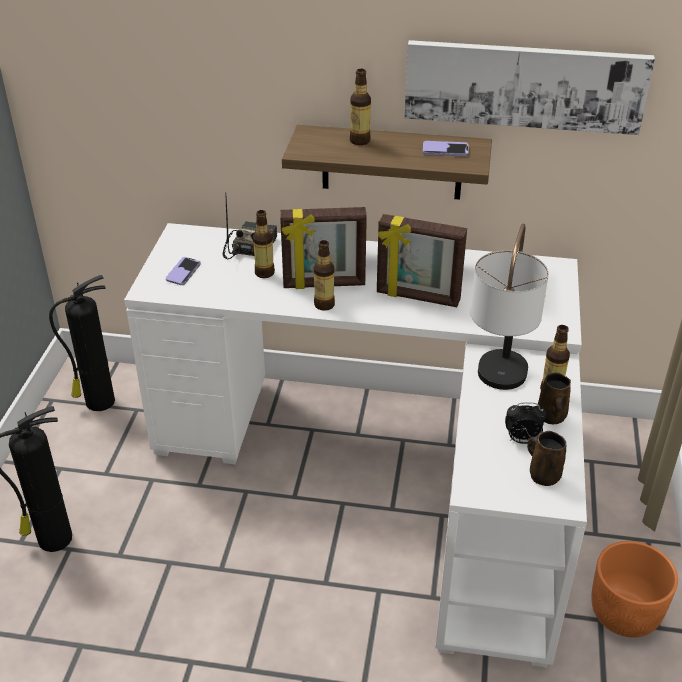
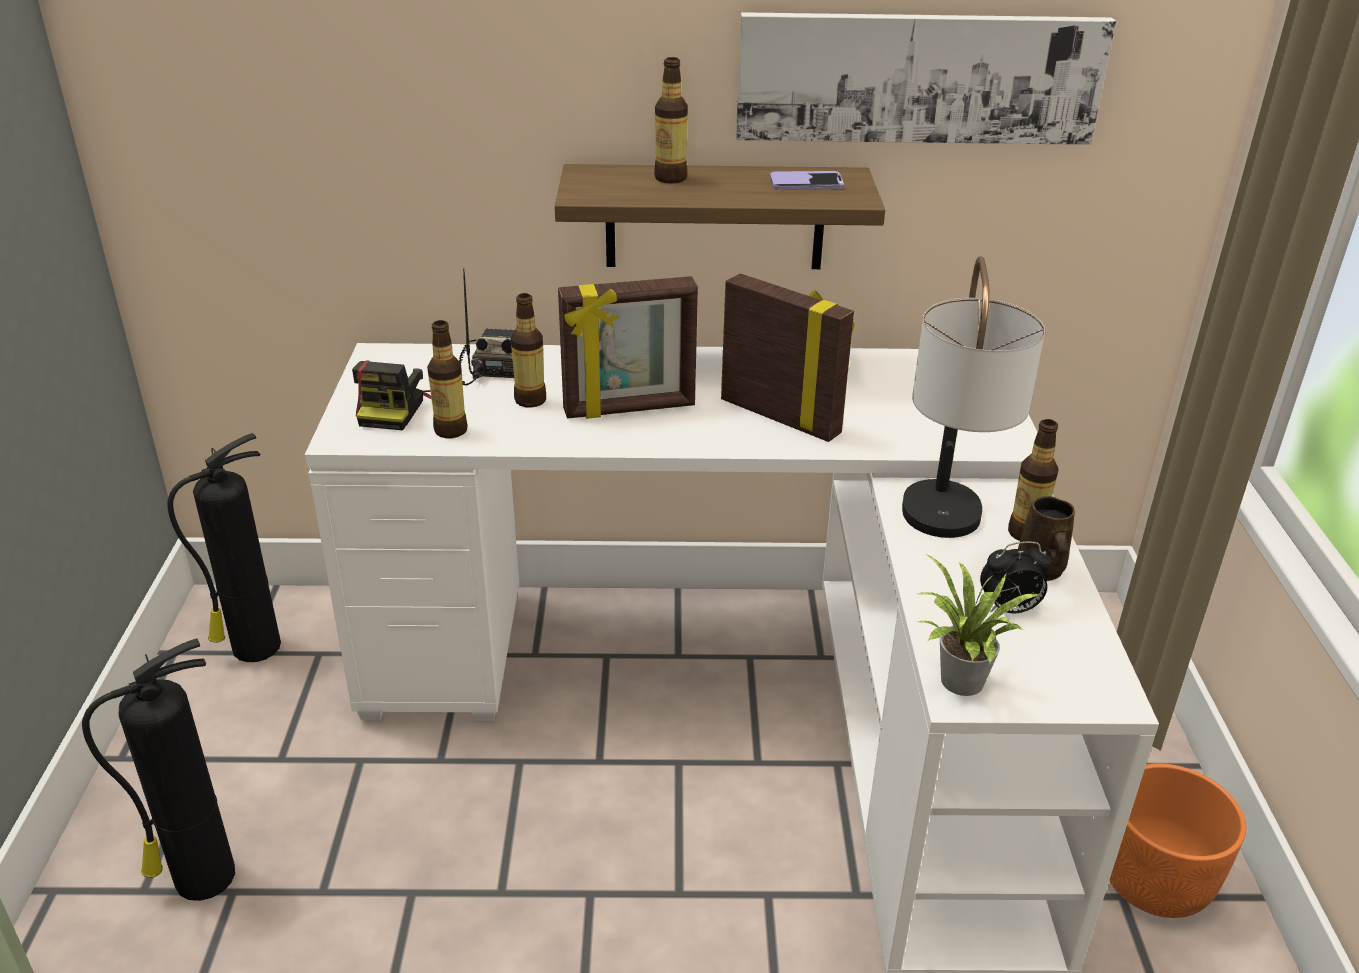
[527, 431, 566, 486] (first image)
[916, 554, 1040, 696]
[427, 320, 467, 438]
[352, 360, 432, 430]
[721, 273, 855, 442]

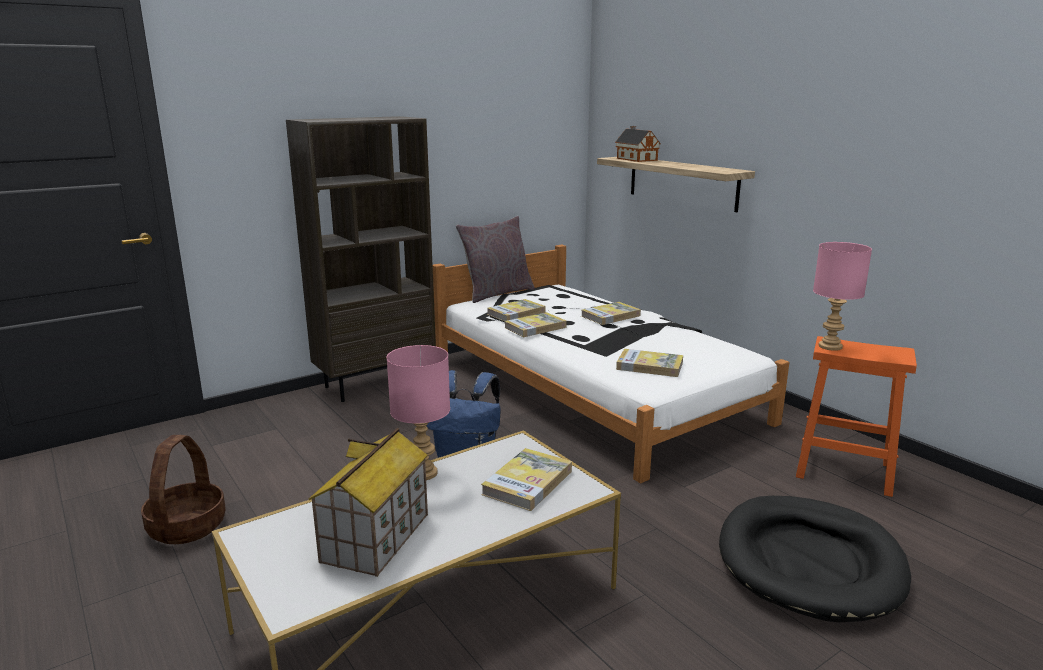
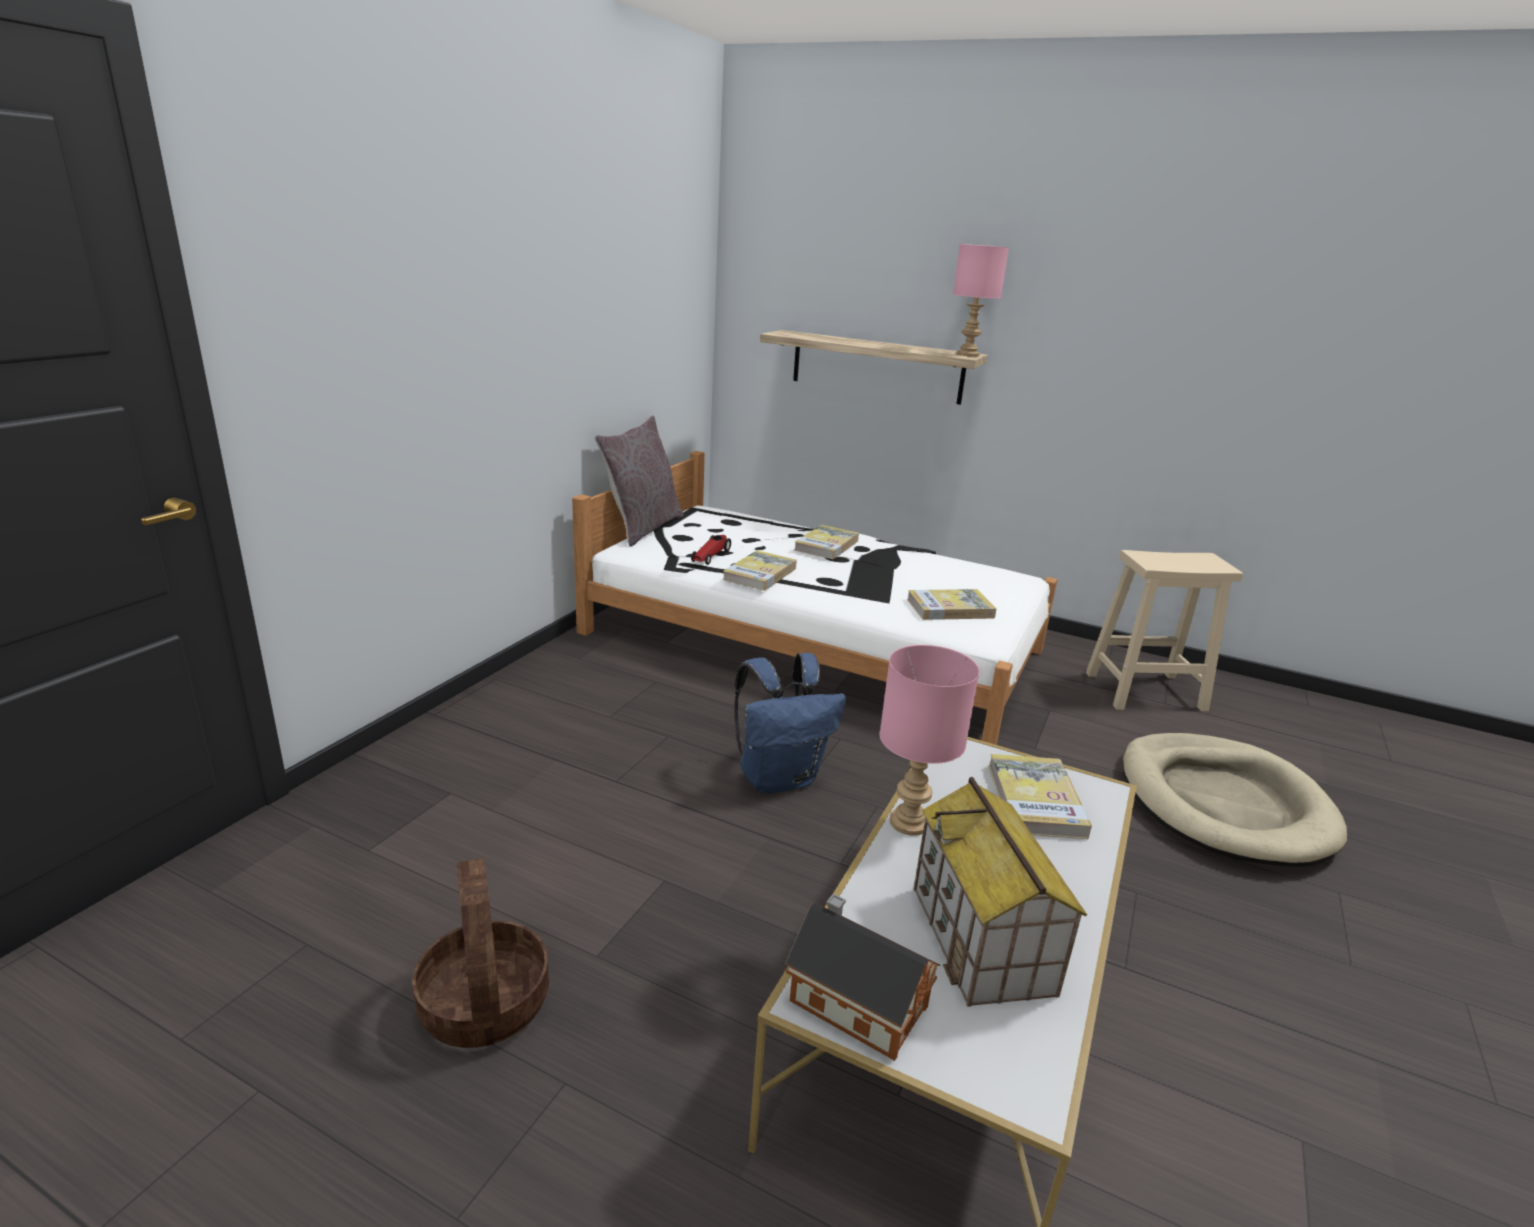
[286, 116, 436, 402] (first image)
[785, 894, 940, 1061]
[953, 244, 1009, 357]
[691, 535, 731, 565]
[1122, 733, 1347, 867]
[1086, 550, 1243, 711]

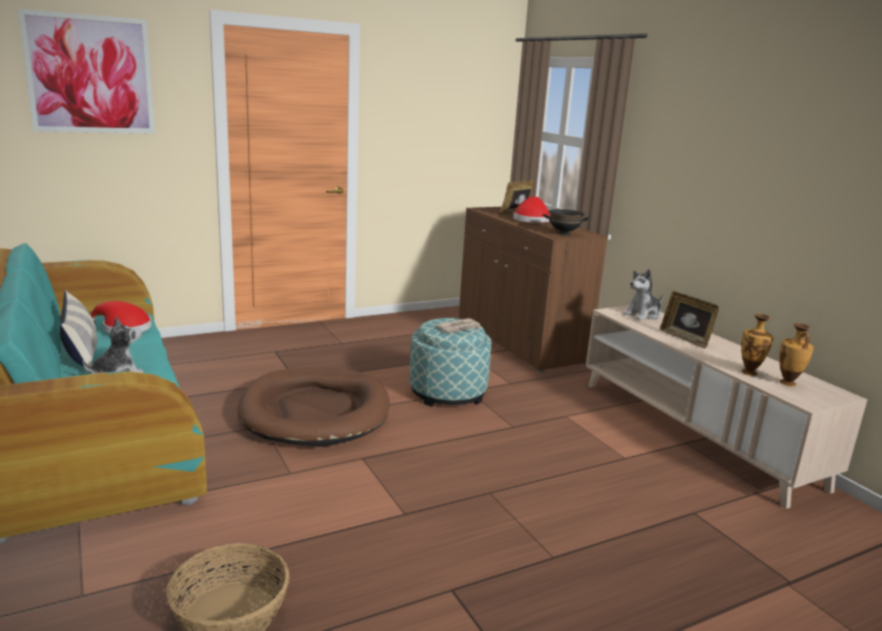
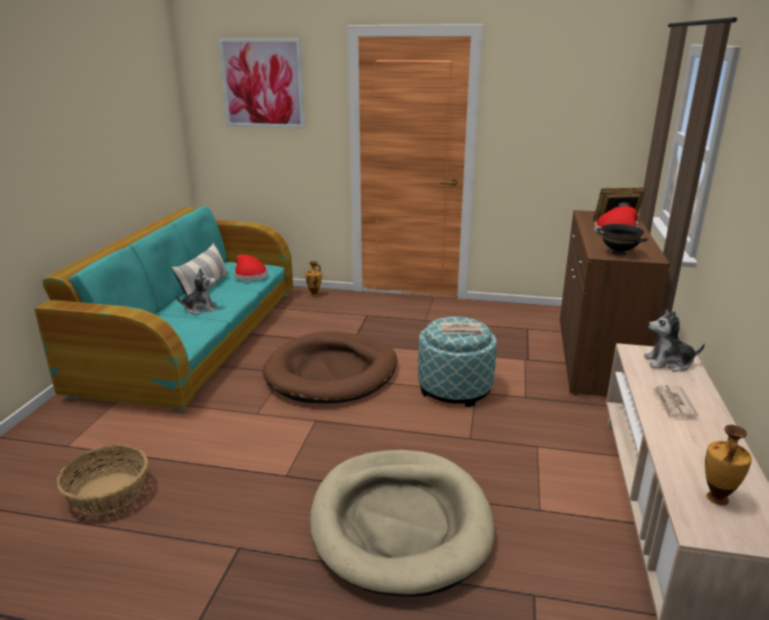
[310, 450, 495, 597]
[306, 261, 322, 297]
[652, 385, 698, 419]

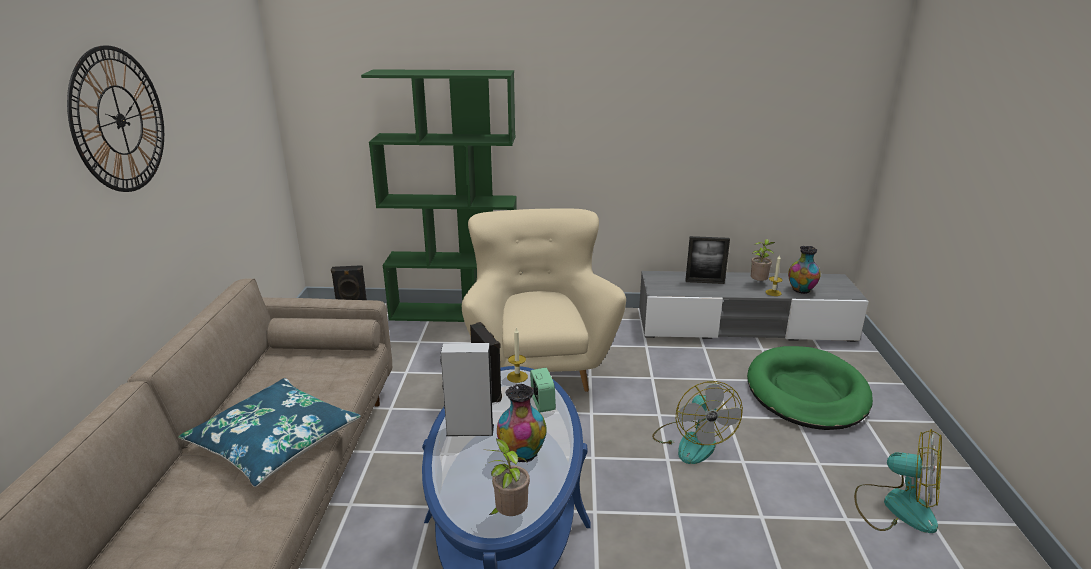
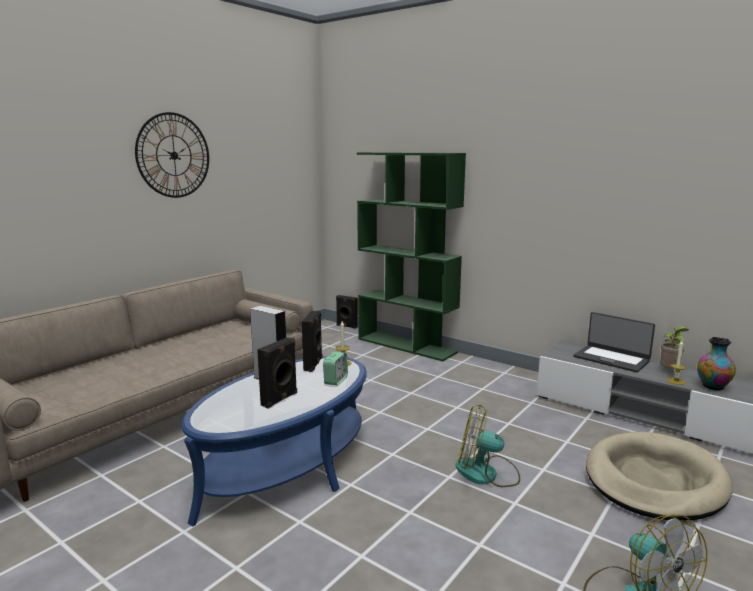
[178, 378, 361, 487] (first image)
[462, 209, 626, 392] (first image)
[482, 439, 530, 516] (first image)
[257, 337, 297, 409]
[574, 312, 655, 372]
[586, 432, 733, 521]
[456, 405, 520, 487]

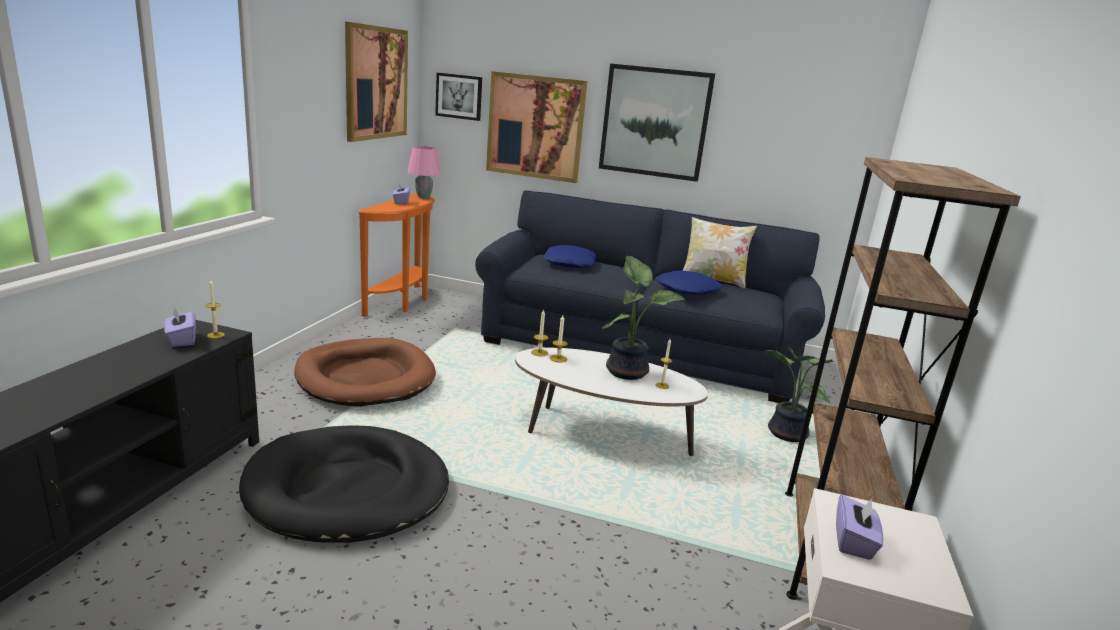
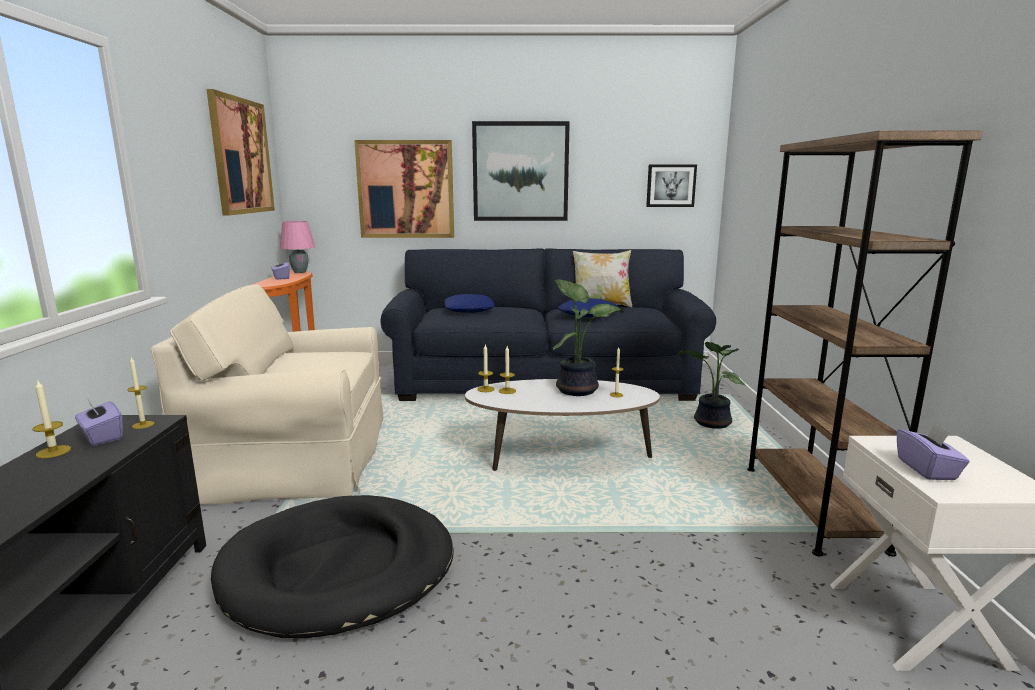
[32, 379, 71, 458]
[646, 165, 697, 207]
[151, 284, 383, 505]

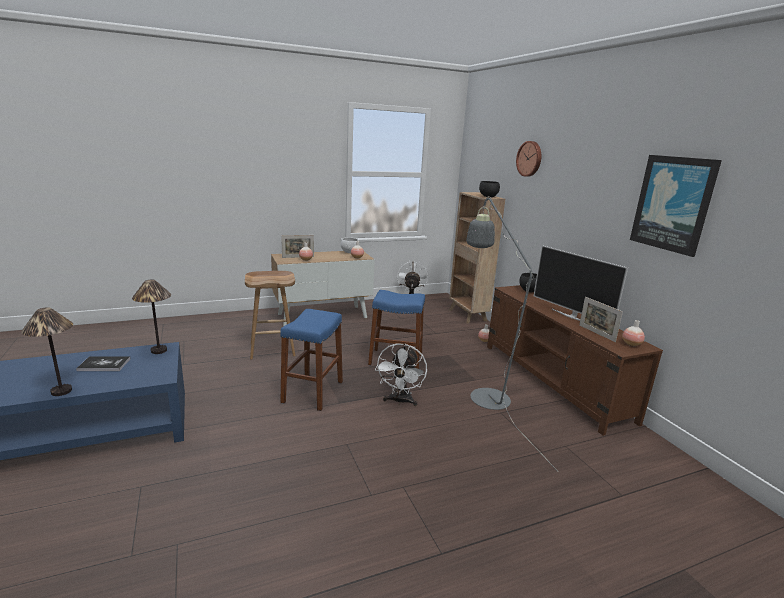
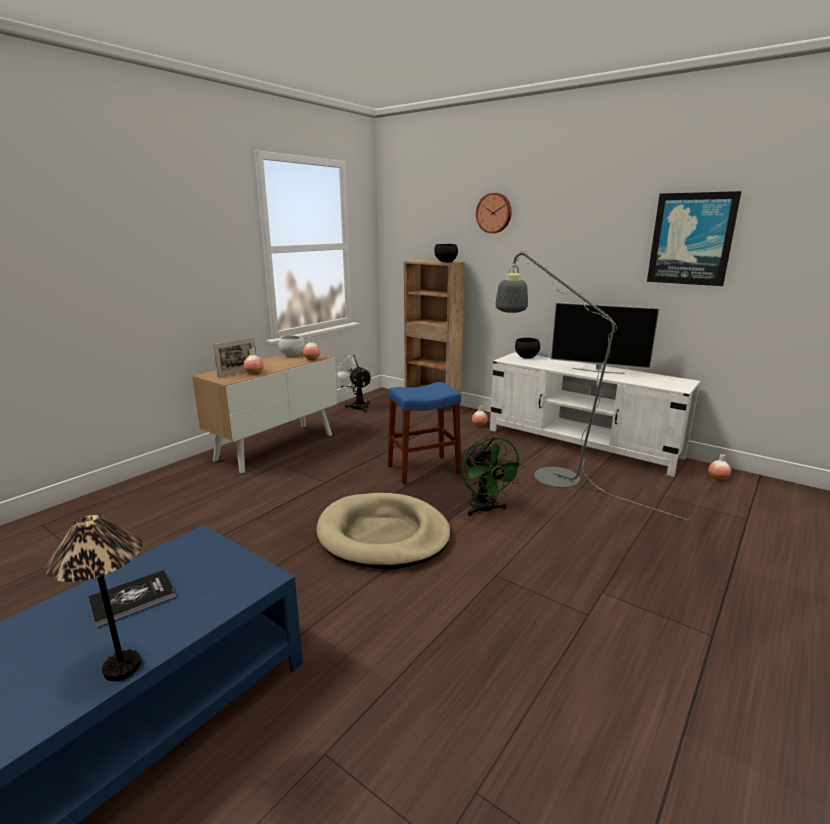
[132, 279, 171, 354] (first image)
[245, 271, 295, 359] (first image)
[579, 297, 623, 342] (first image)
[708, 454, 731, 480]
[316, 493, 451, 569]
[462, 437, 525, 516]
[490, 352, 700, 477]

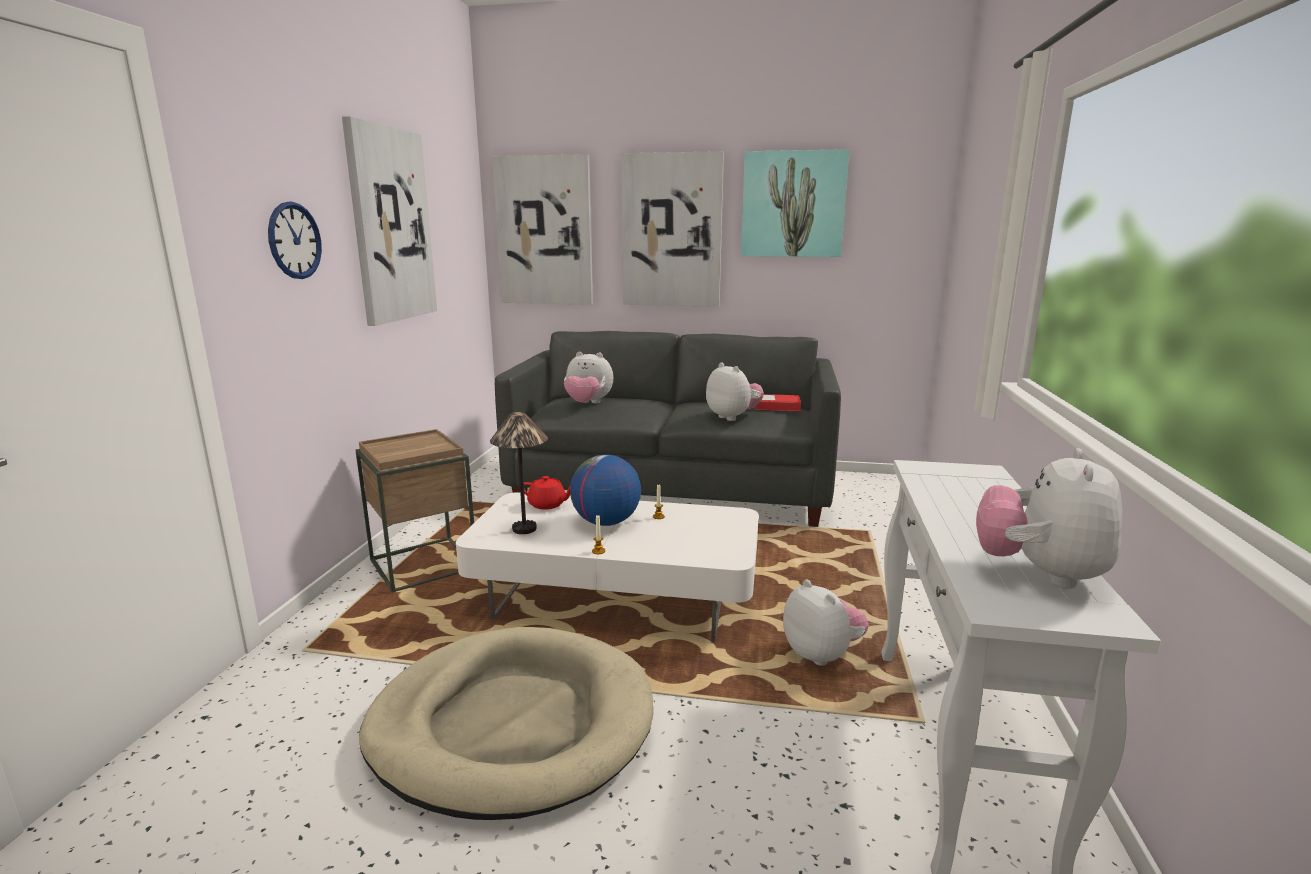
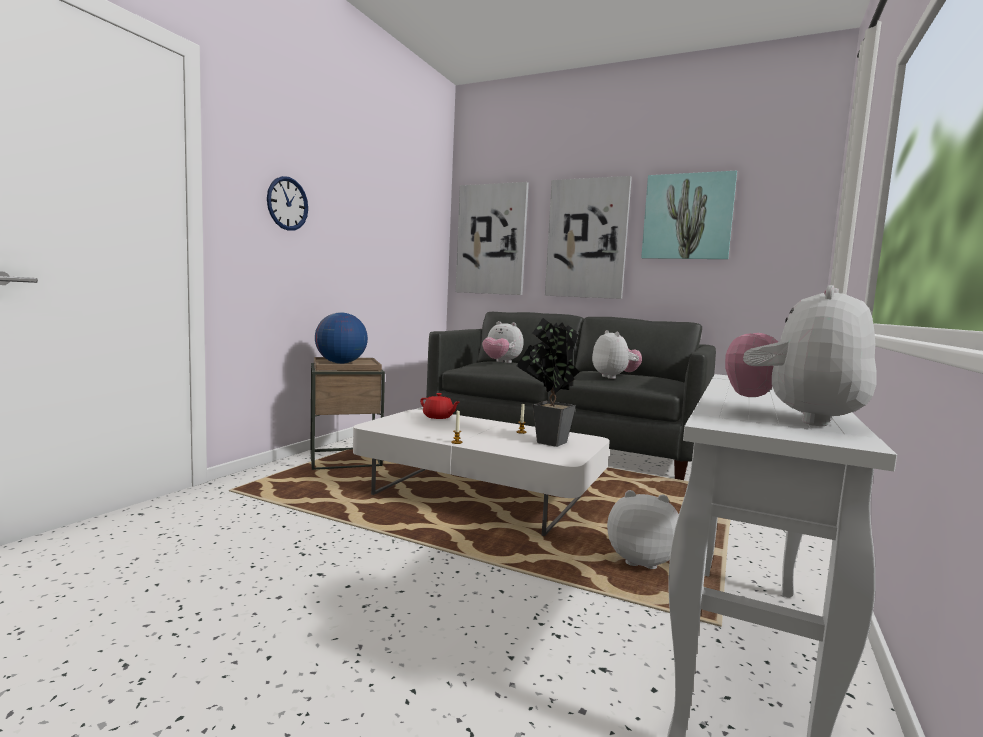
[342, 116, 437, 326] (first image)
[359, 627, 653, 820] (first image)
[490, 412, 548, 534] (first image)
[755, 394, 801, 412] (first image)
[516, 318, 580, 447]
[315, 312, 368, 364]
[607, 490, 679, 569]

